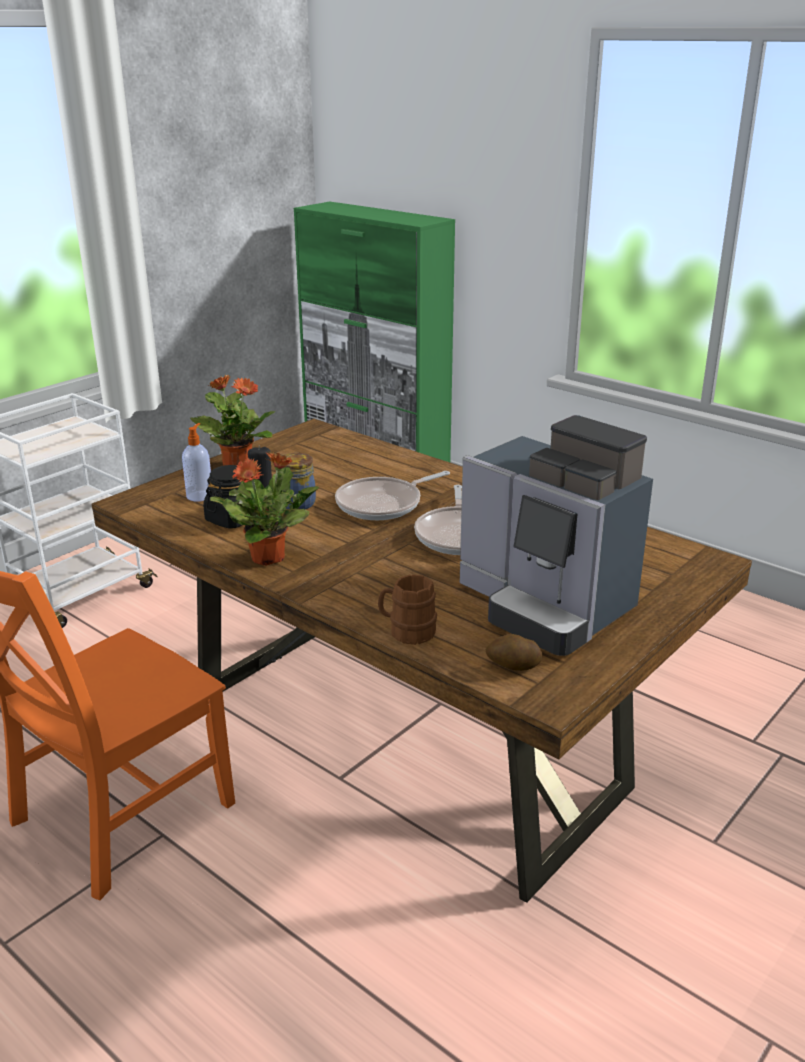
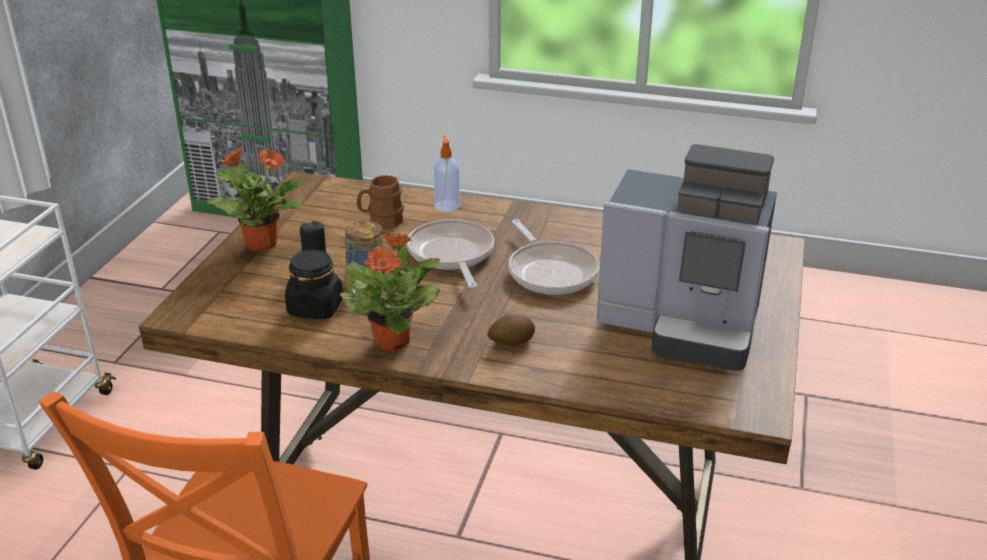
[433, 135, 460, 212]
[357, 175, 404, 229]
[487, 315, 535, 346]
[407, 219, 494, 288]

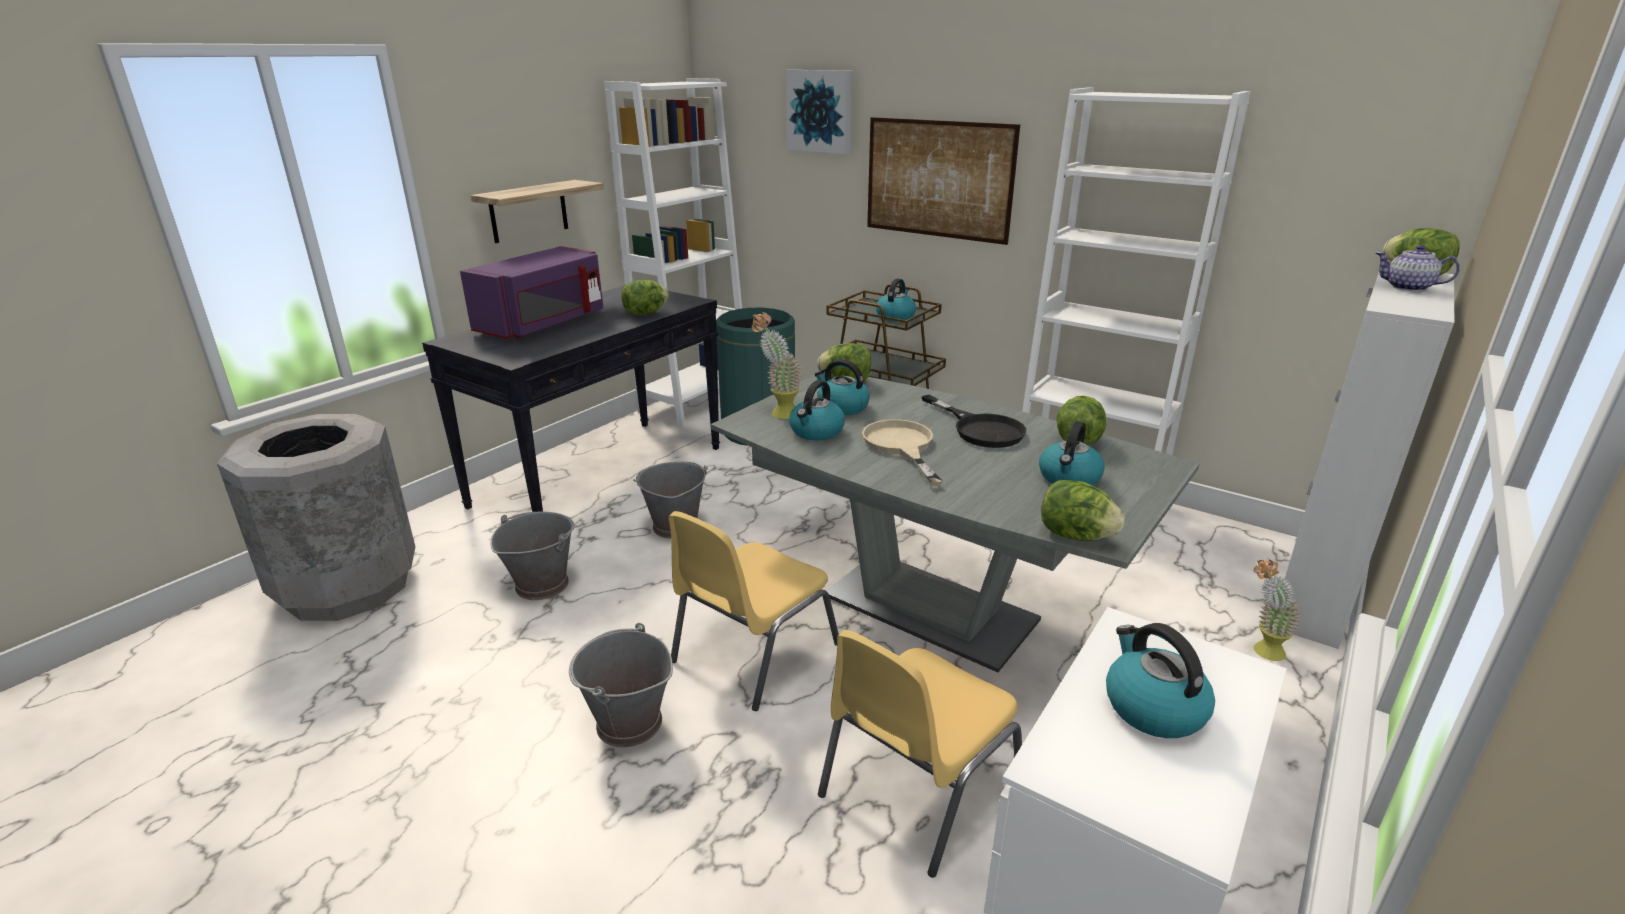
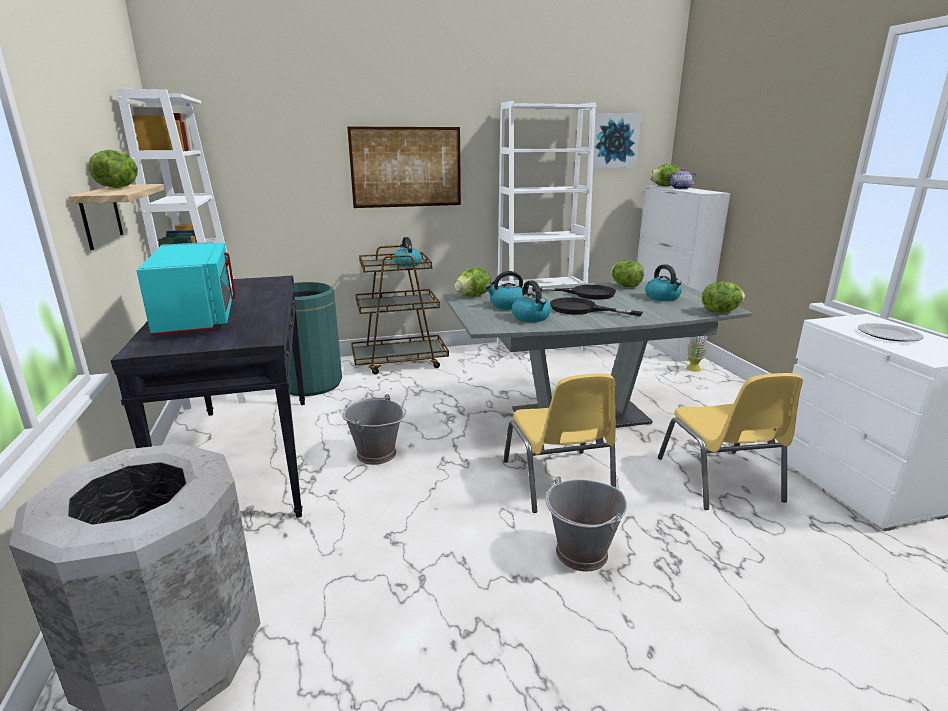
[491, 512, 575, 600] (first image)
[752, 312, 802, 419] (first image)
[88, 150, 138, 188]
[593, 113, 642, 168]
[858, 323, 924, 342]
[136, 242, 236, 335]
[550, 297, 643, 316]

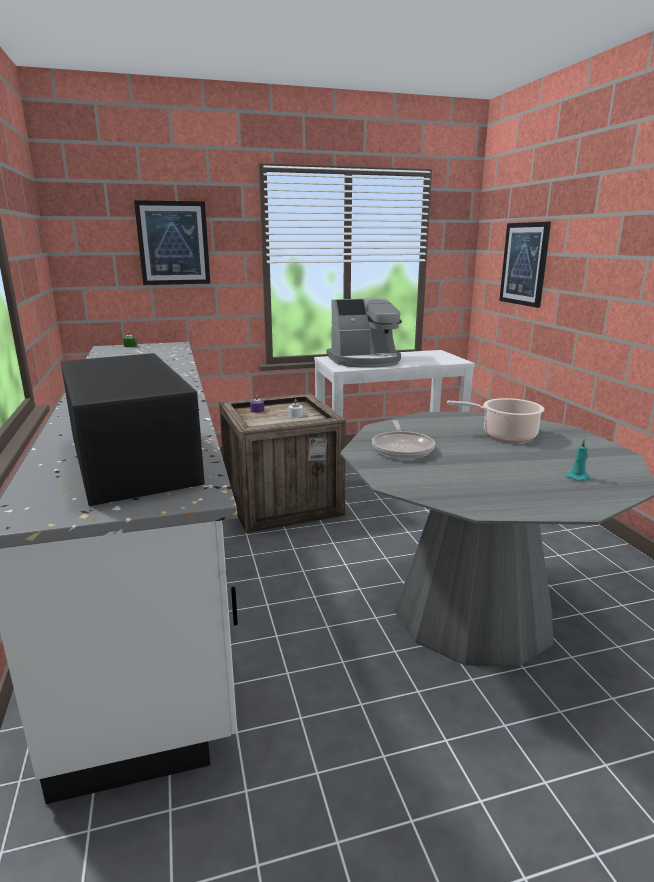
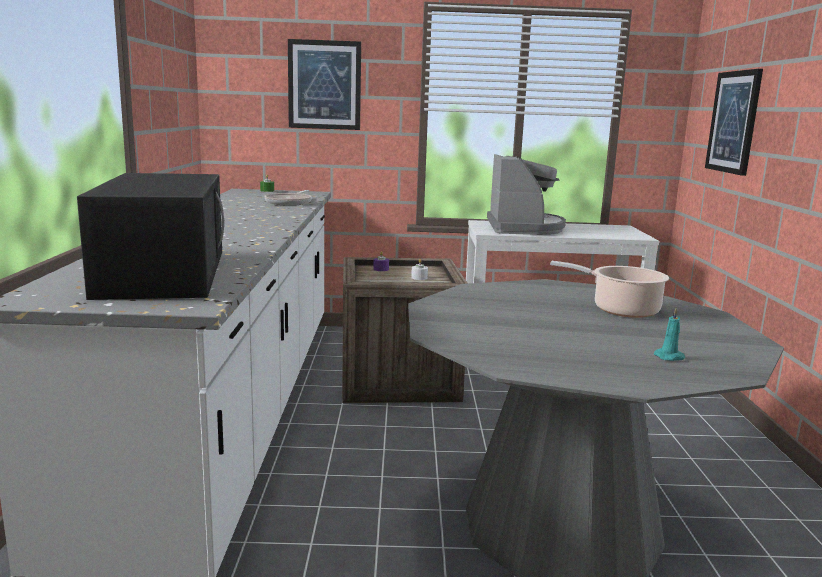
[265, 190, 312, 206]
[487, 154, 566, 235]

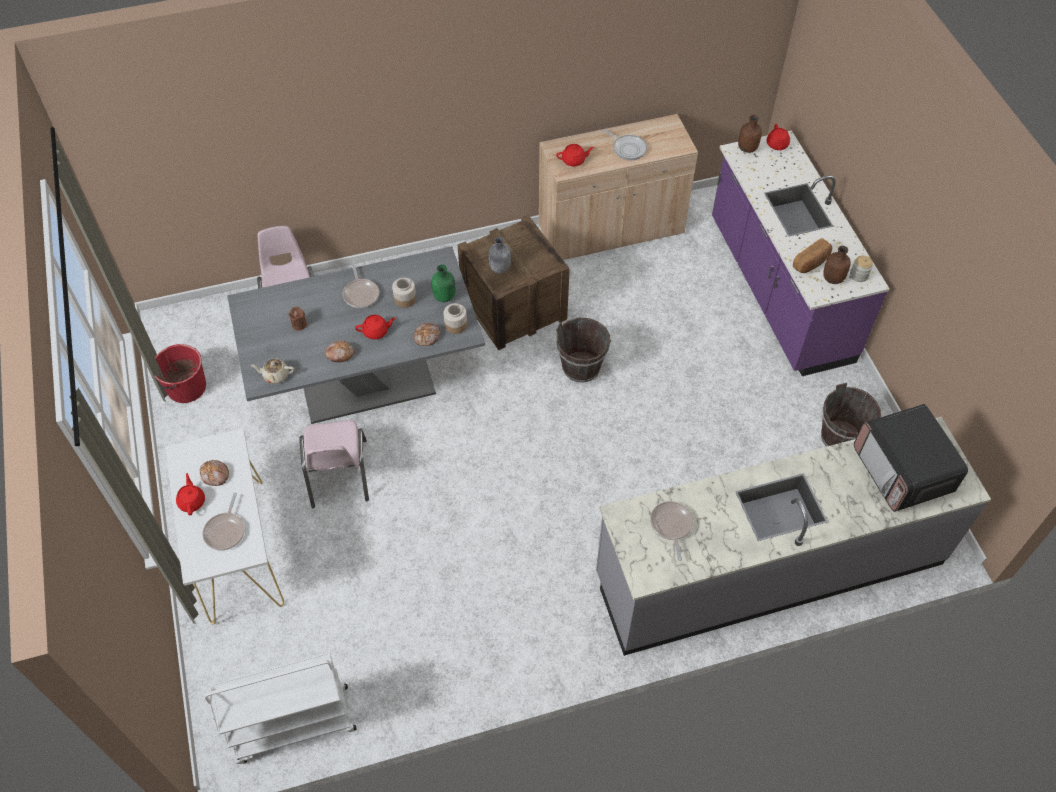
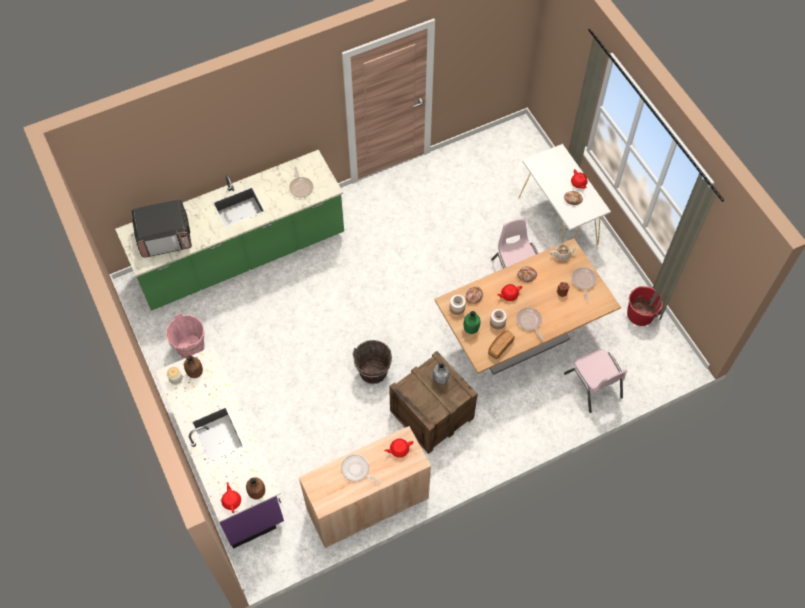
[205, 653, 357, 764] (first image)
[572, 267, 597, 301]
[488, 331, 515, 359]
[434, 238, 621, 375]
[115, 150, 344, 311]
[166, 313, 205, 358]
[132, 200, 192, 258]

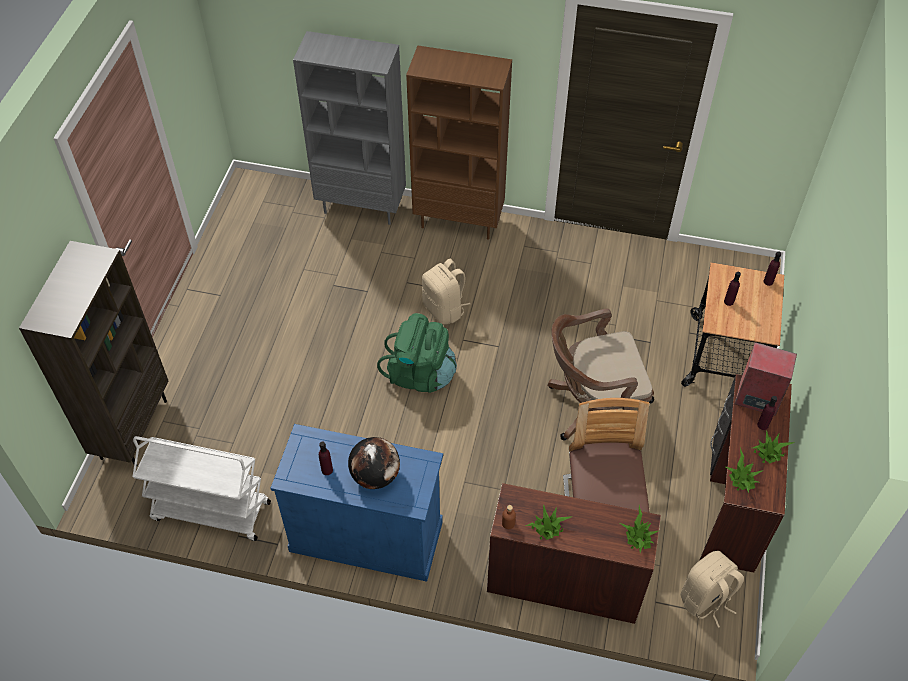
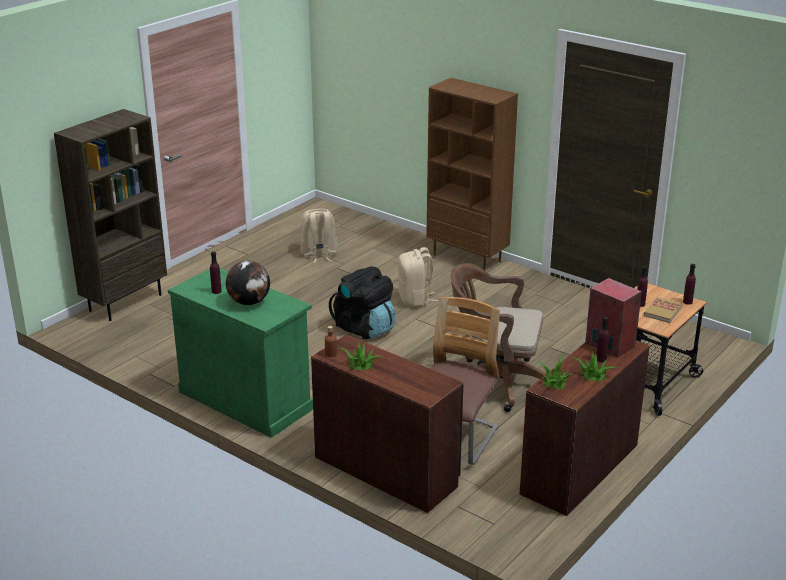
[133, 436, 271, 541] (first image)
[293, 31, 406, 225] (first image)
[620, 504, 658, 553] (first image)
[643, 297, 682, 323]
[301, 209, 338, 263]
[168, 268, 313, 438]
[329, 266, 395, 339]

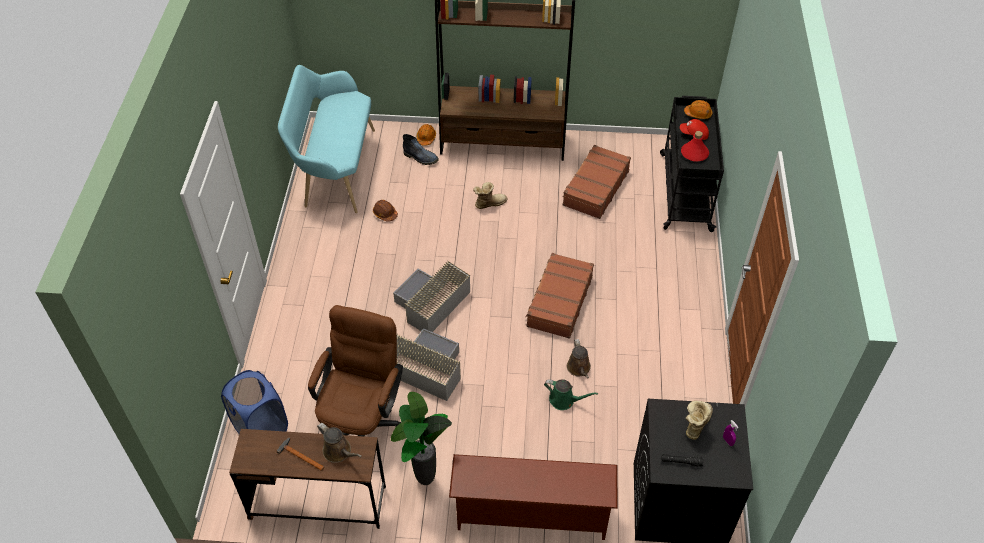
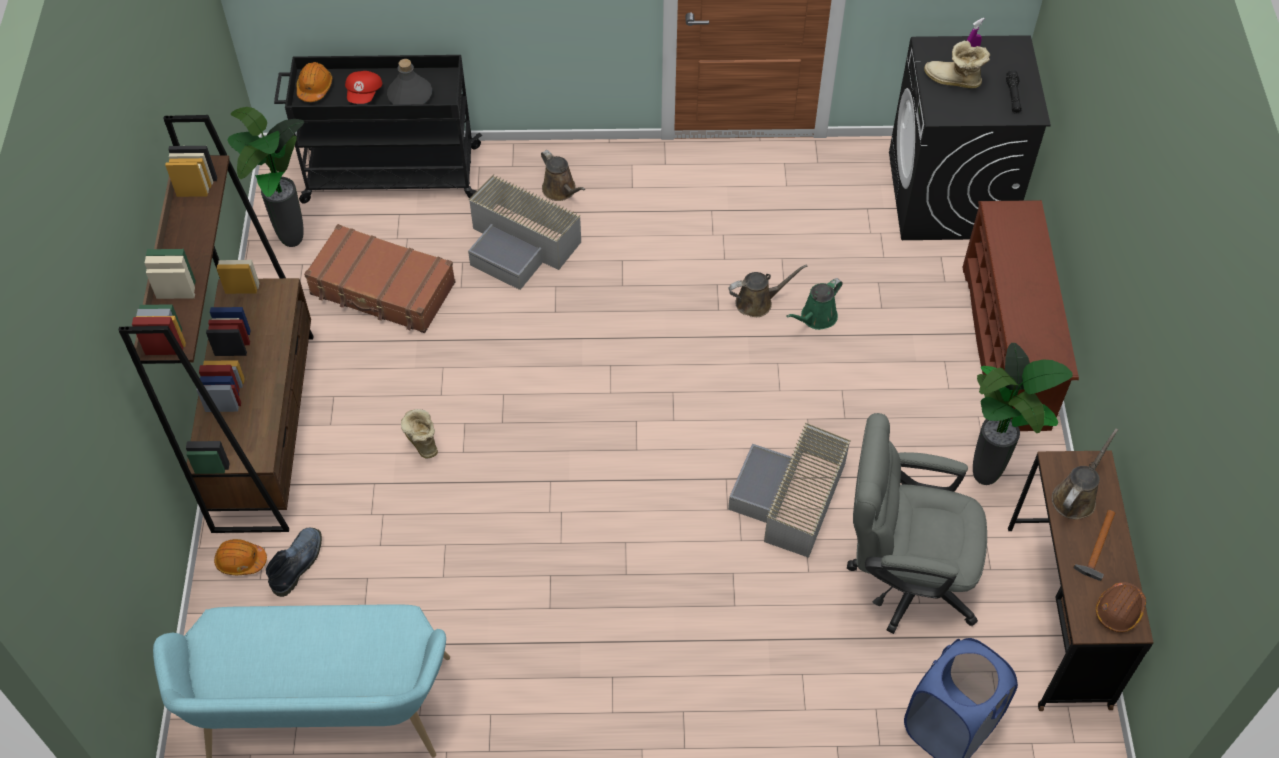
[525, 253, 594, 339] (first image)
[227, 107, 304, 247]
[541, 150, 585, 201]
[1096, 582, 1146, 633]
[468, 174, 581, 290]
[847, 413, 987, 634]
[387, 59, 432, 105]
[786, 278, 843, 330]

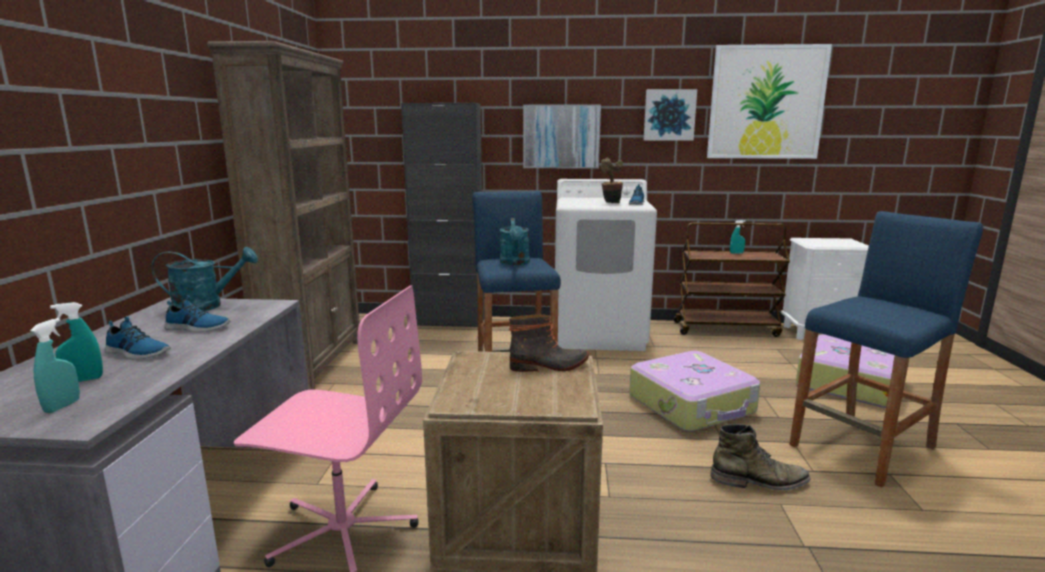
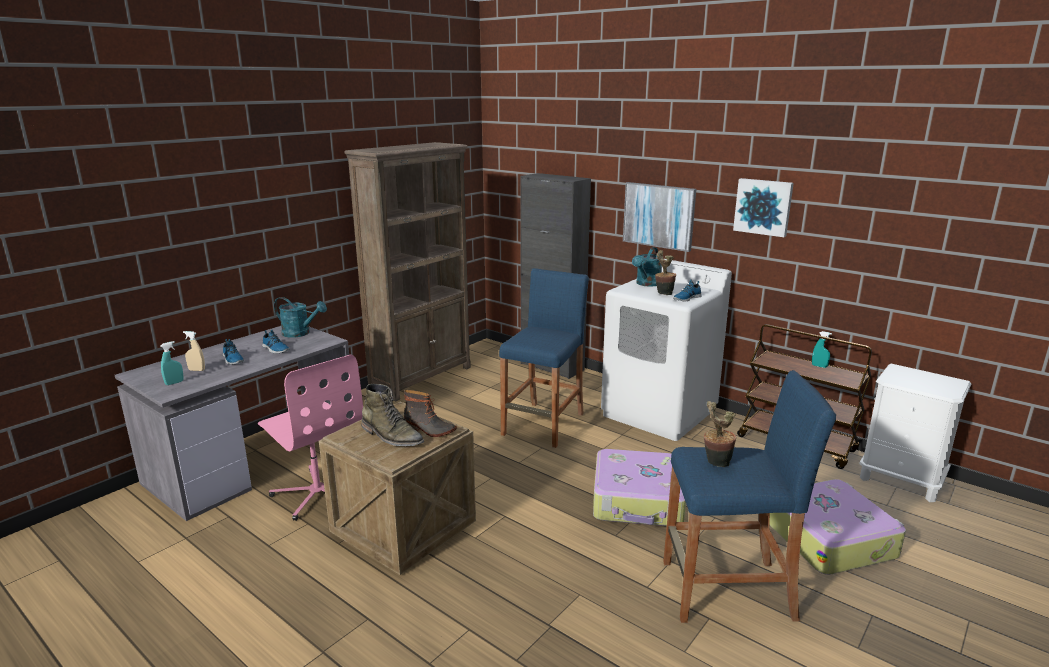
[707, 44, 832, 159] (first image)
[704, 401, 736, 468]
[632, 247, 662, 287]
[361, 384, 424, 446]
[183, 331, 205, 371]

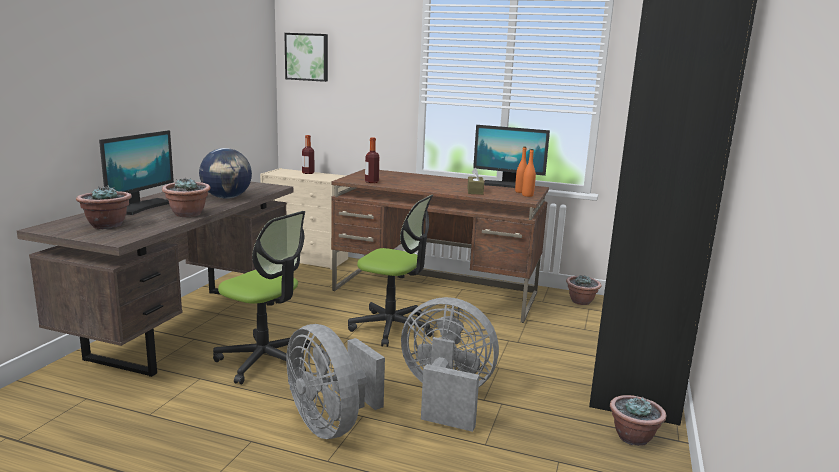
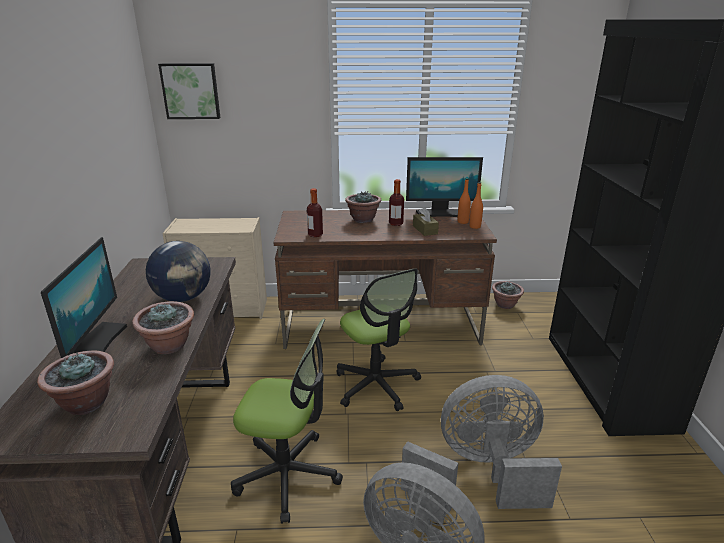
[389, 179, 404, 226]
[345, 191, 381, 223]
[337, 268, 421, 411]

